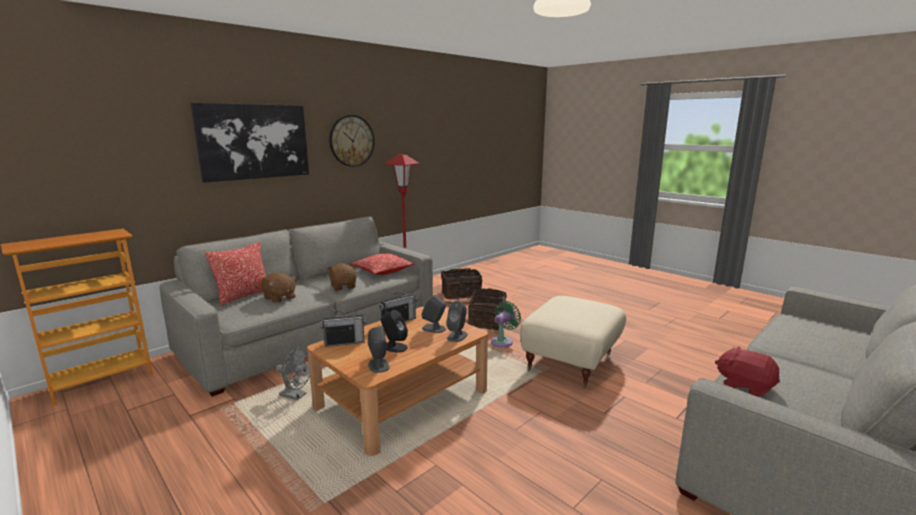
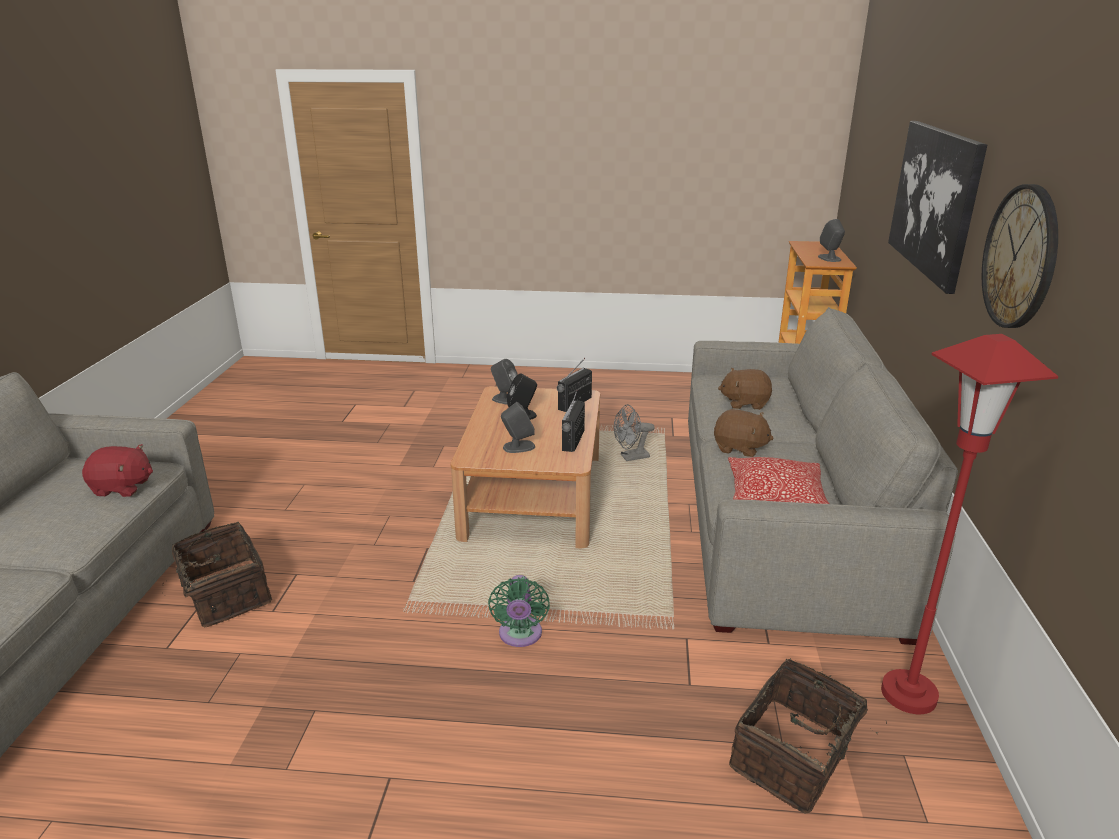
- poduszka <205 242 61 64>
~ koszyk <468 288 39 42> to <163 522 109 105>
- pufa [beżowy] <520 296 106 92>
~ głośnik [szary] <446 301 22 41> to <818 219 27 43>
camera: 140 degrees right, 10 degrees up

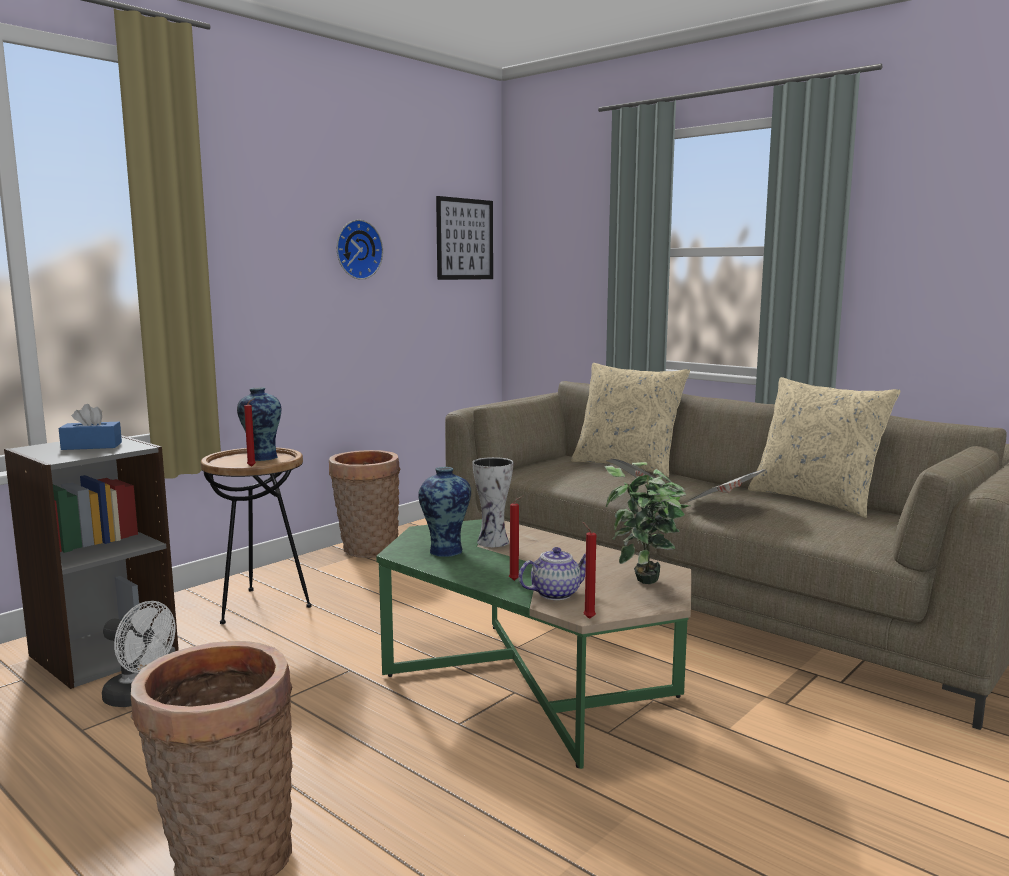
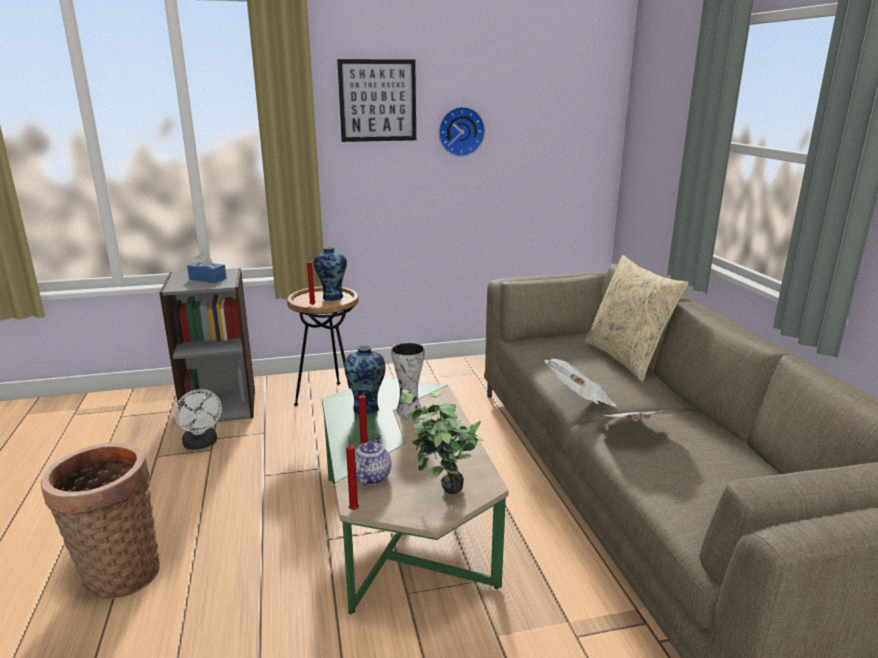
~ obraz <436 196 57 84> to <337 59 79 83>
- poduszka [beżowy] <748 377 153 141>
- koszyk <329 450 72 108>
~ imbryk <518 547 68 53> = <355 435 36 50> 90 degrees counterclockwise
camera: 35 degrees right, 10 degrees up

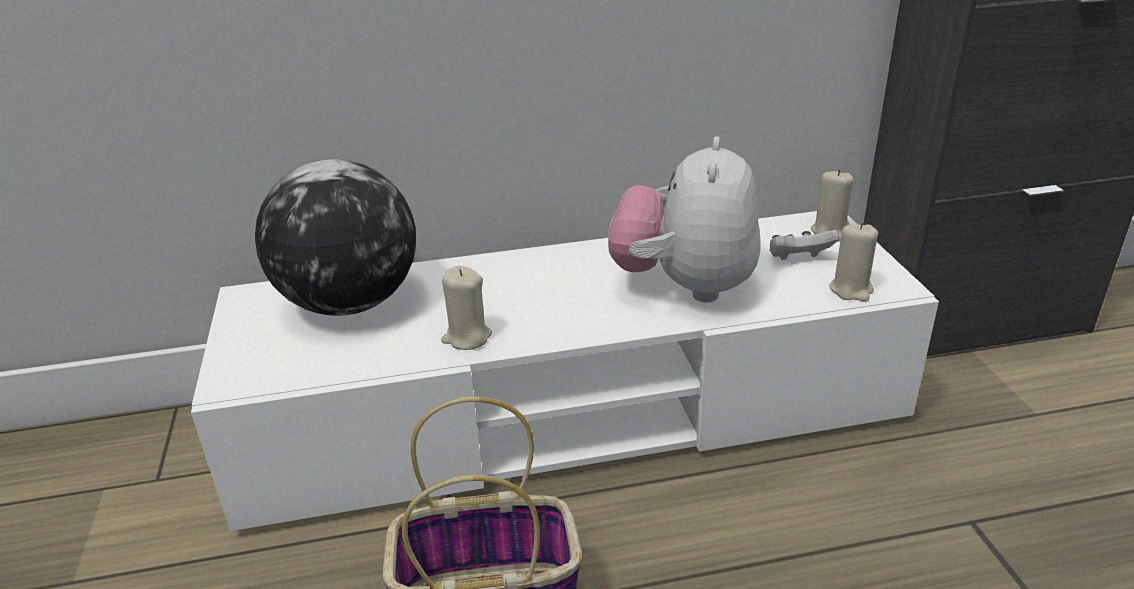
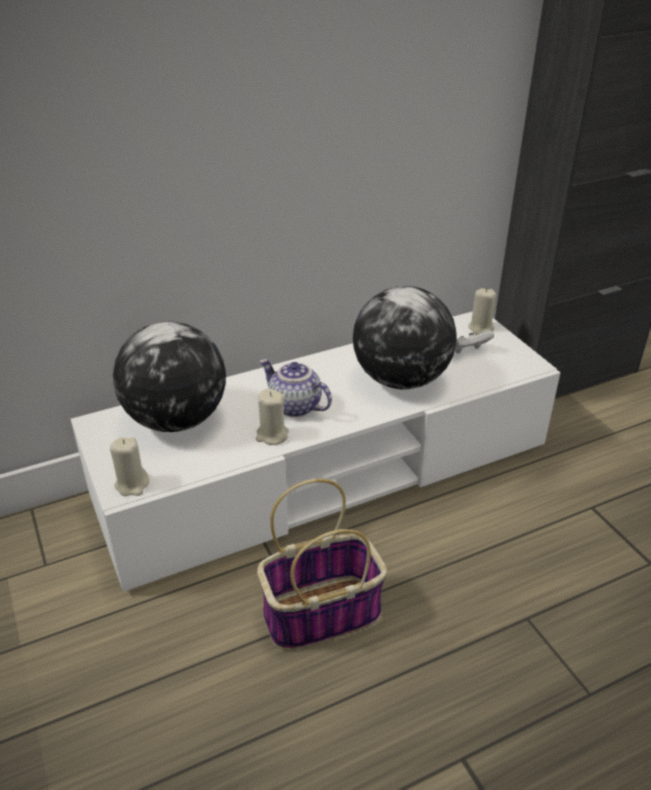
~ pluszak <608 137 153 166> to globus <353 286 104 104>
~ świeca [beżowy] <829 223 49 78> to <110 437 39 59>
+ imbryk <260 359 72 58>
camera: 15 degrees left, 5 degrees up

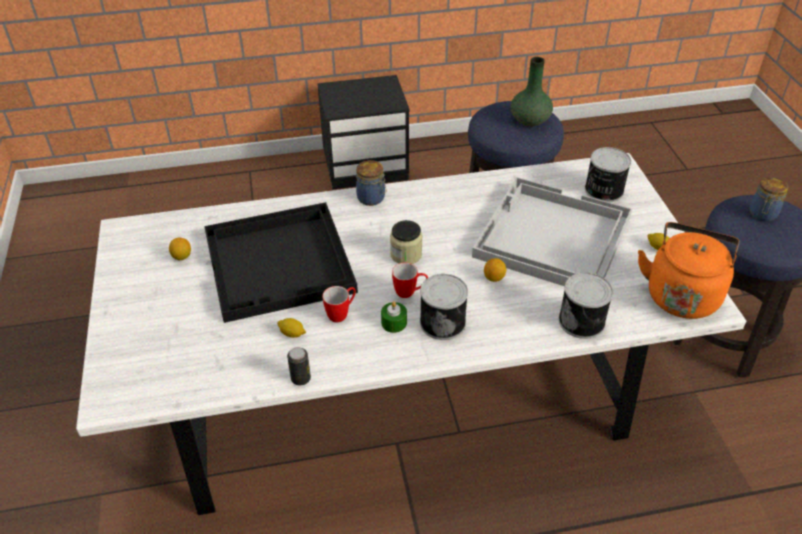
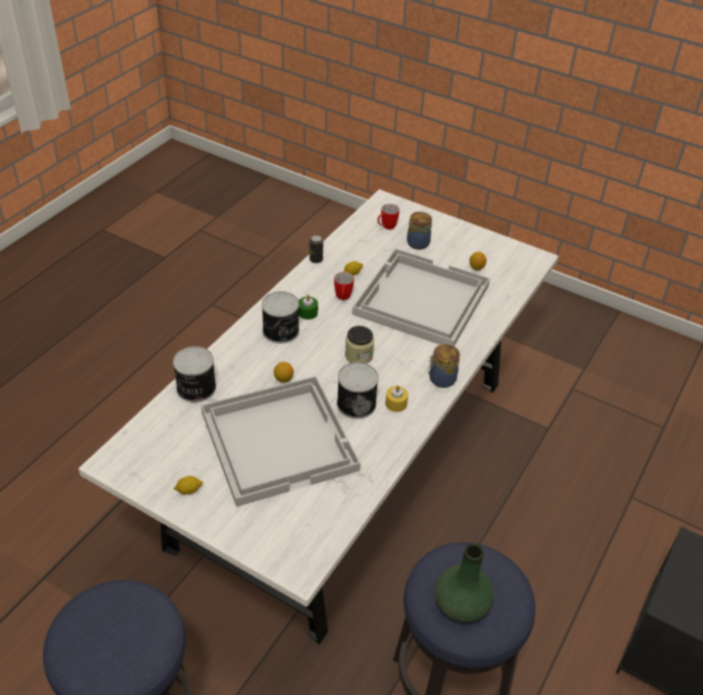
~ puszka <585 147 46 55> to <337 362 42 57>
~ słoik <750 177 38 45> to <407 212 25 38>
~ taca [czarny] <204 202 154 121> to taca [biały] <352 248 138 98>
- czajnik [pomarańczowy] <638 222 102 97>
~ kubek <392 263 36 35> to <377 204 23 26>
+ świeca [żółty] <385 385 23 27>
camera: 130 degrees right, 0 degrees up

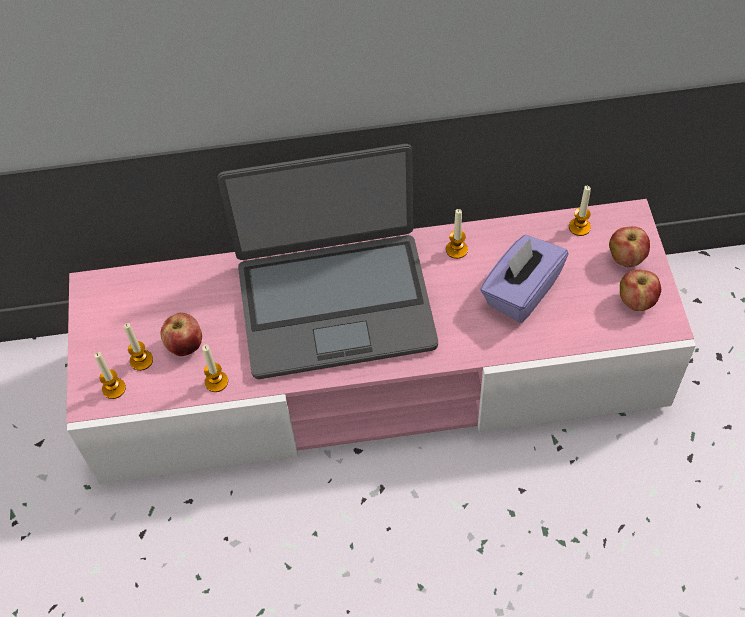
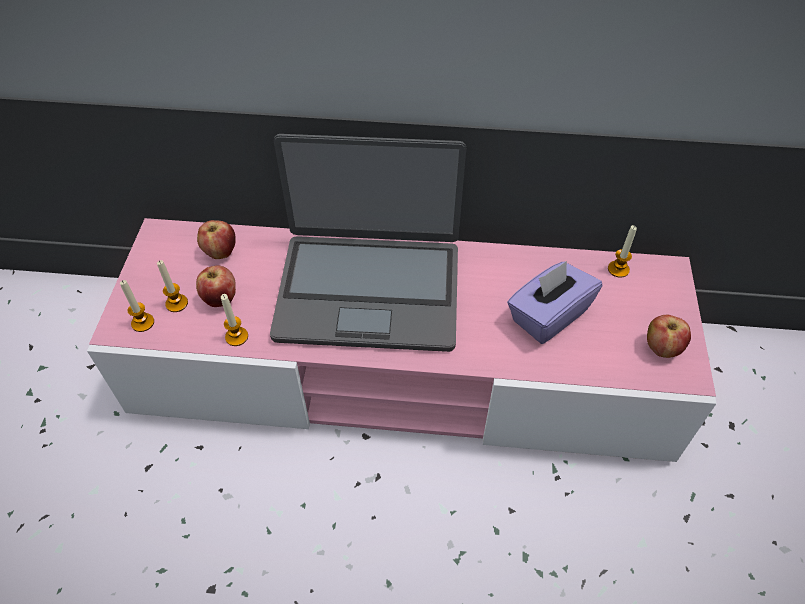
- świeca <446 209 22 50>
~ jabłko <609 226 41 41> to <197 220 39 39>
camera: 10 degrees right, 5 degrees down

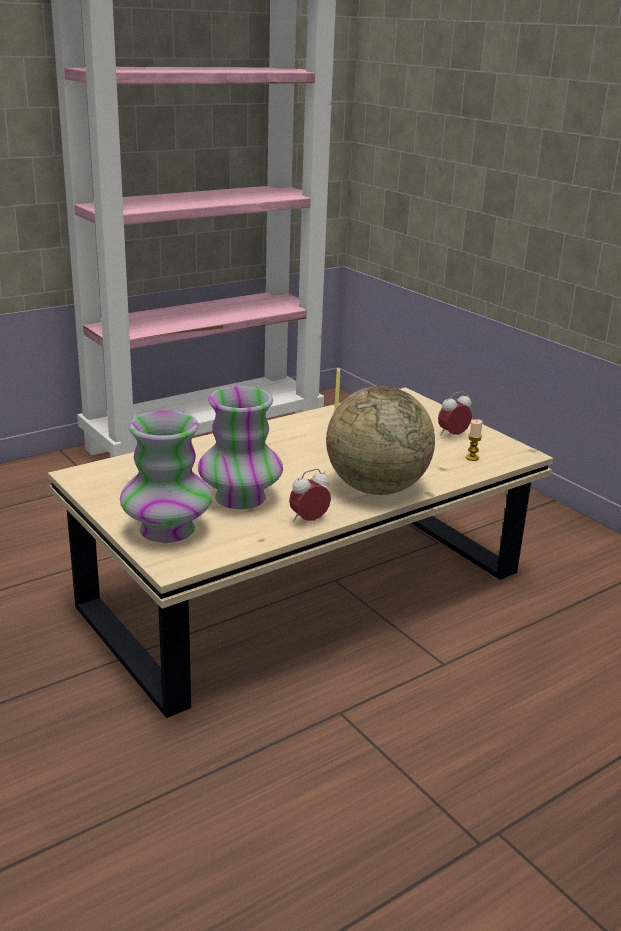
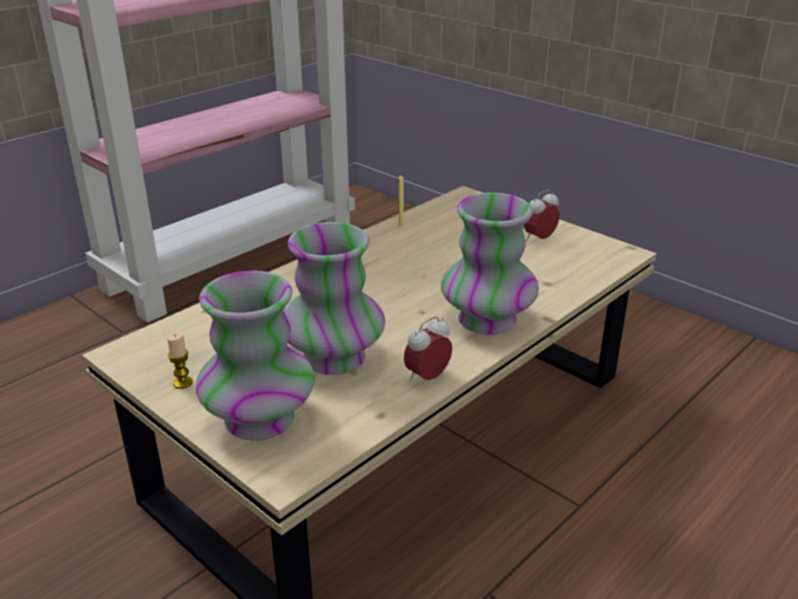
~ globus <326 386 109 109> to wazon <441 192 98 143>
~ świeca <466 419 17 42> to <167 331 26 58>
camera: 10 degrees left, 5 degrees up

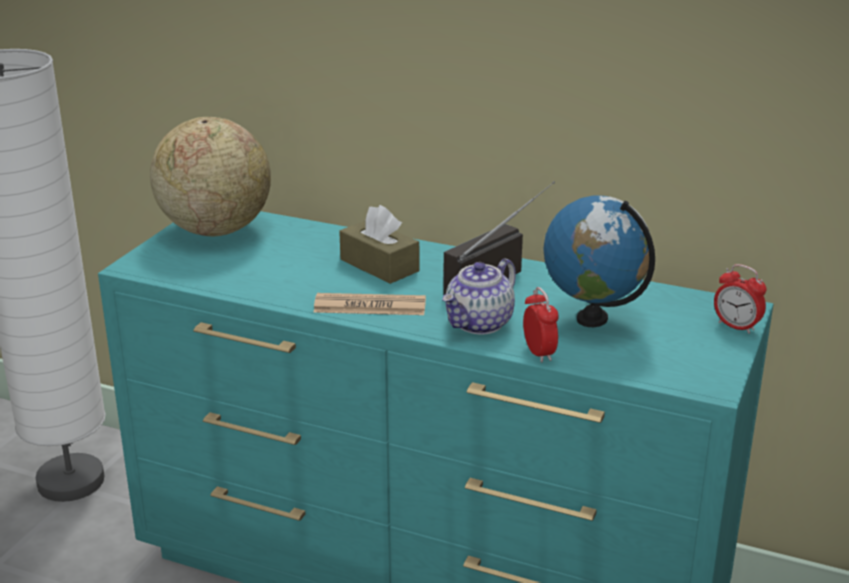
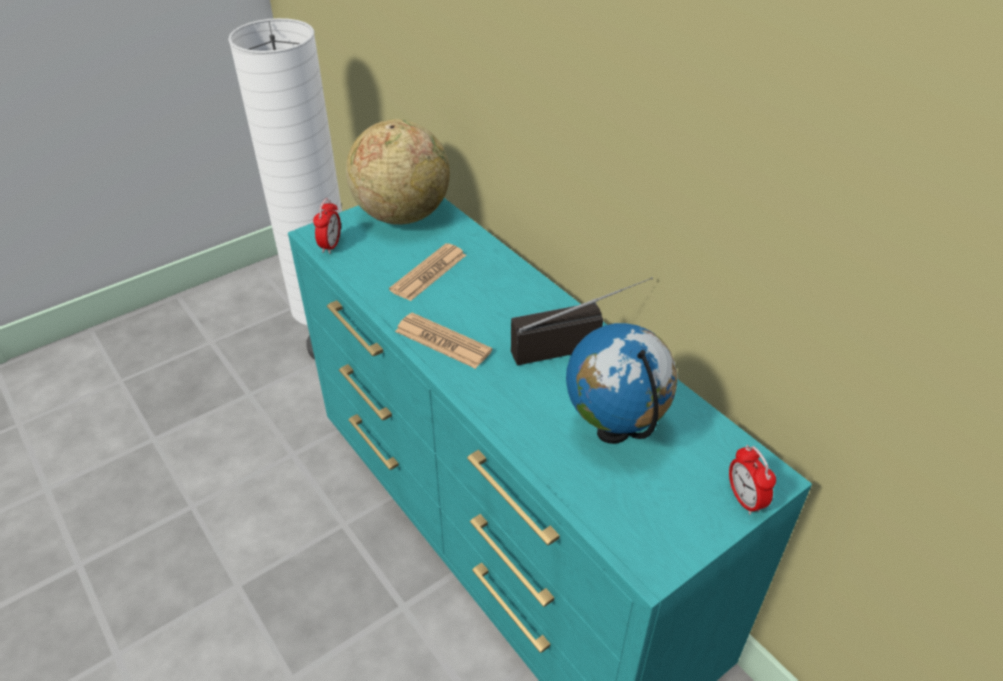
- pudełko chusteczek [brązowy] <339 205 80 79>
- imbryk <442 258 74 77>
~ budzik <523 287 36 76> to <313 199 28 55>
+ gazeta <389 243 77 58>
camera: 30 degrees right, 15 degrees up

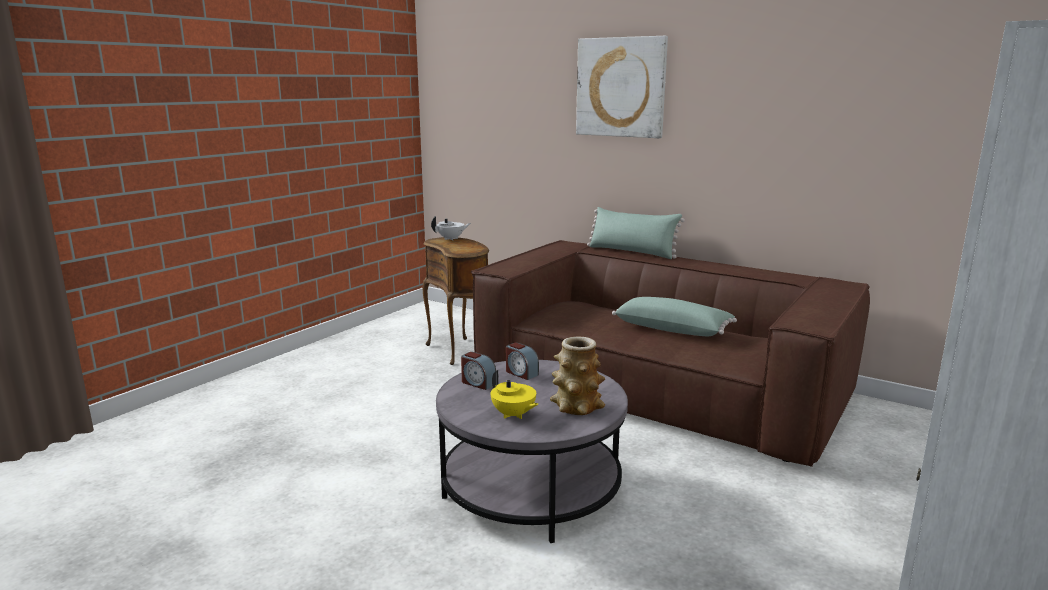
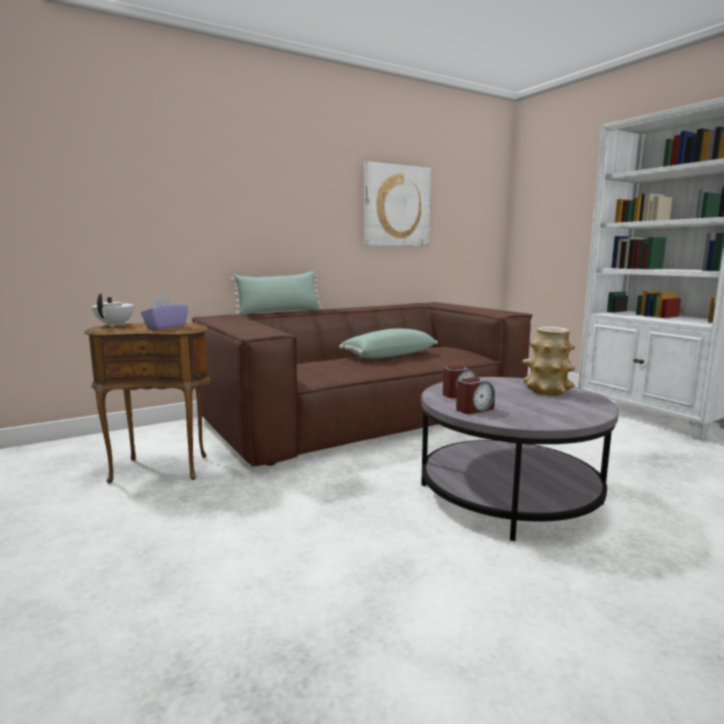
~ obraz <576 36 92 102> to <364 161 67 85>
- imbryk [żółty] <490 370 49 49>
+ pudełko chusteczek [fioletowy] <141 296 47 33>
camera: 65 degrees left, 5 degrees down

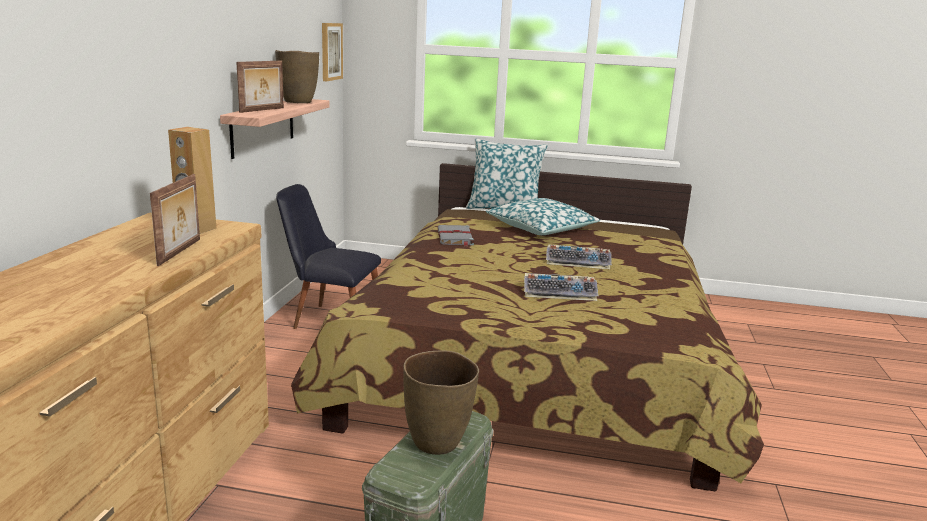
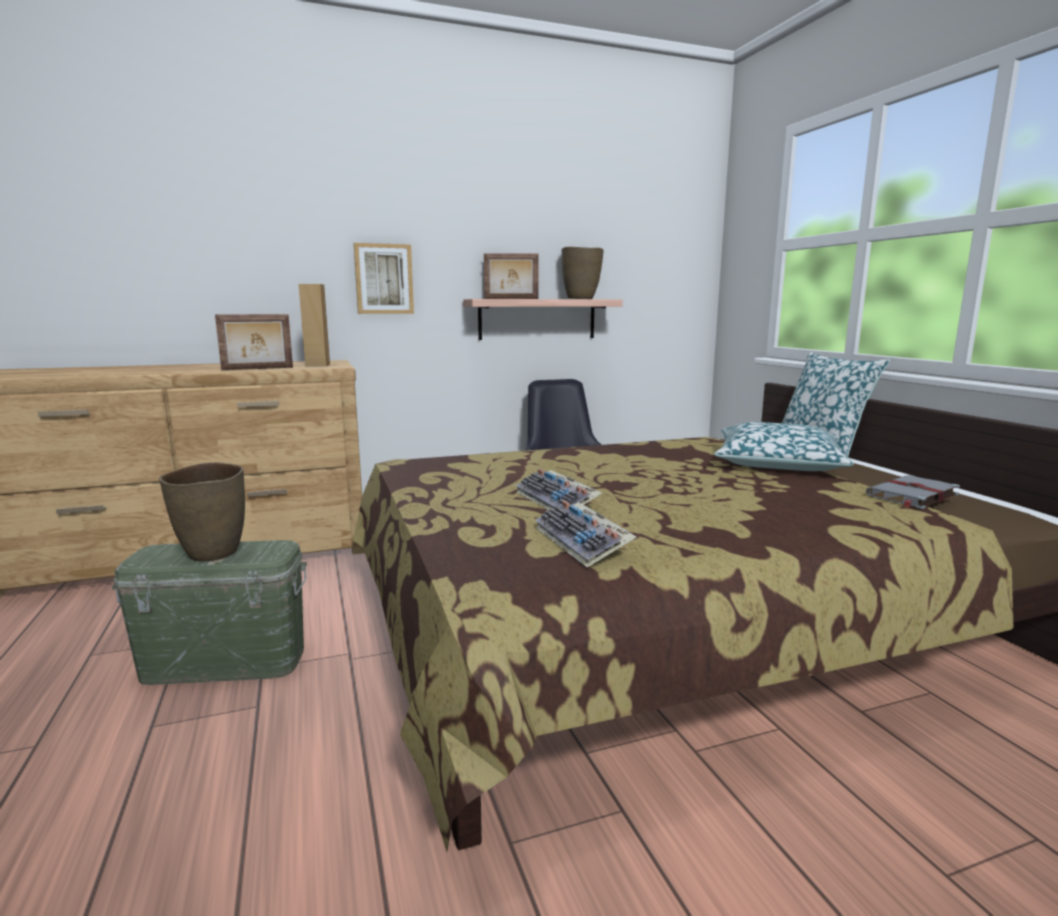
~ obraz <322 23 21 58> to <354 243 60 71>
~ książka [szary] <438 225 36 22> to <866 475 94 34>
~ klawiatura <546 244 66 25> to <536 500 100 67>
camera: 60 degrees right, 5 degrees down

